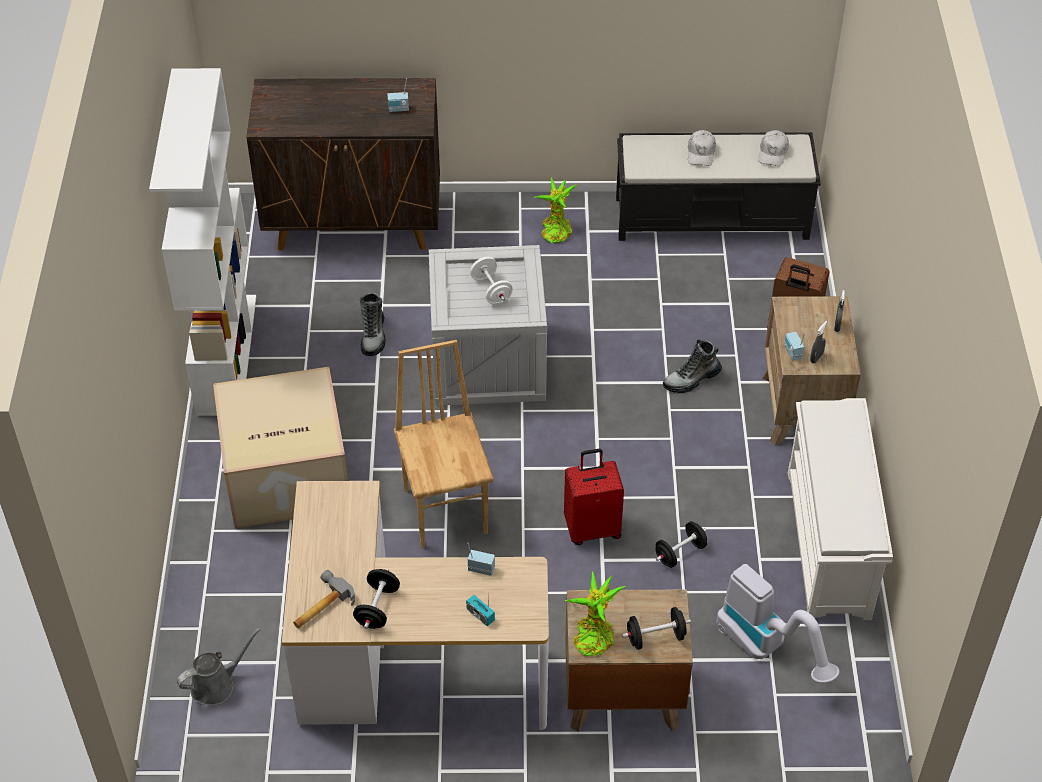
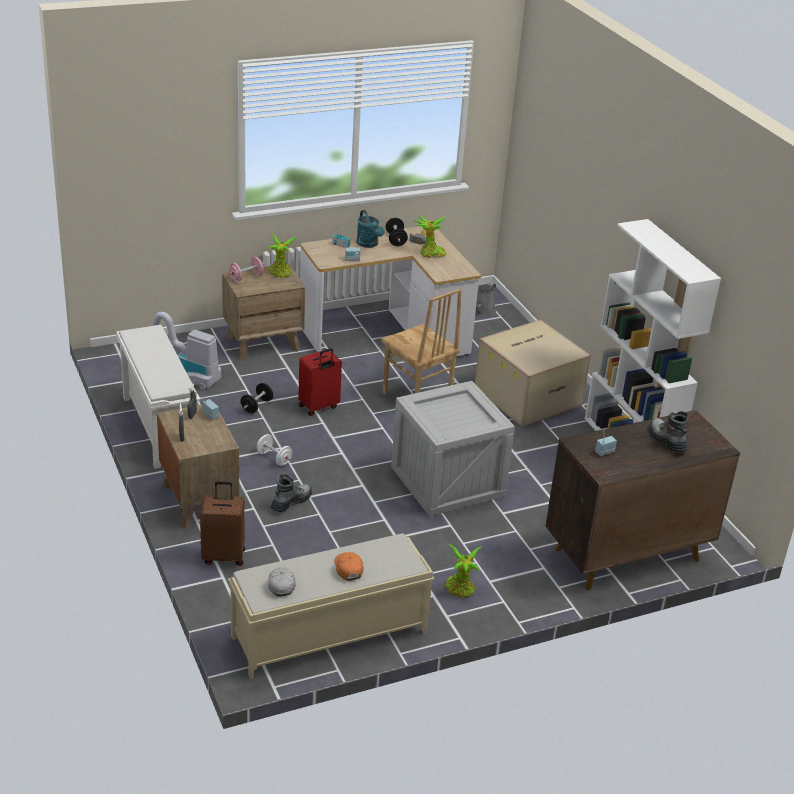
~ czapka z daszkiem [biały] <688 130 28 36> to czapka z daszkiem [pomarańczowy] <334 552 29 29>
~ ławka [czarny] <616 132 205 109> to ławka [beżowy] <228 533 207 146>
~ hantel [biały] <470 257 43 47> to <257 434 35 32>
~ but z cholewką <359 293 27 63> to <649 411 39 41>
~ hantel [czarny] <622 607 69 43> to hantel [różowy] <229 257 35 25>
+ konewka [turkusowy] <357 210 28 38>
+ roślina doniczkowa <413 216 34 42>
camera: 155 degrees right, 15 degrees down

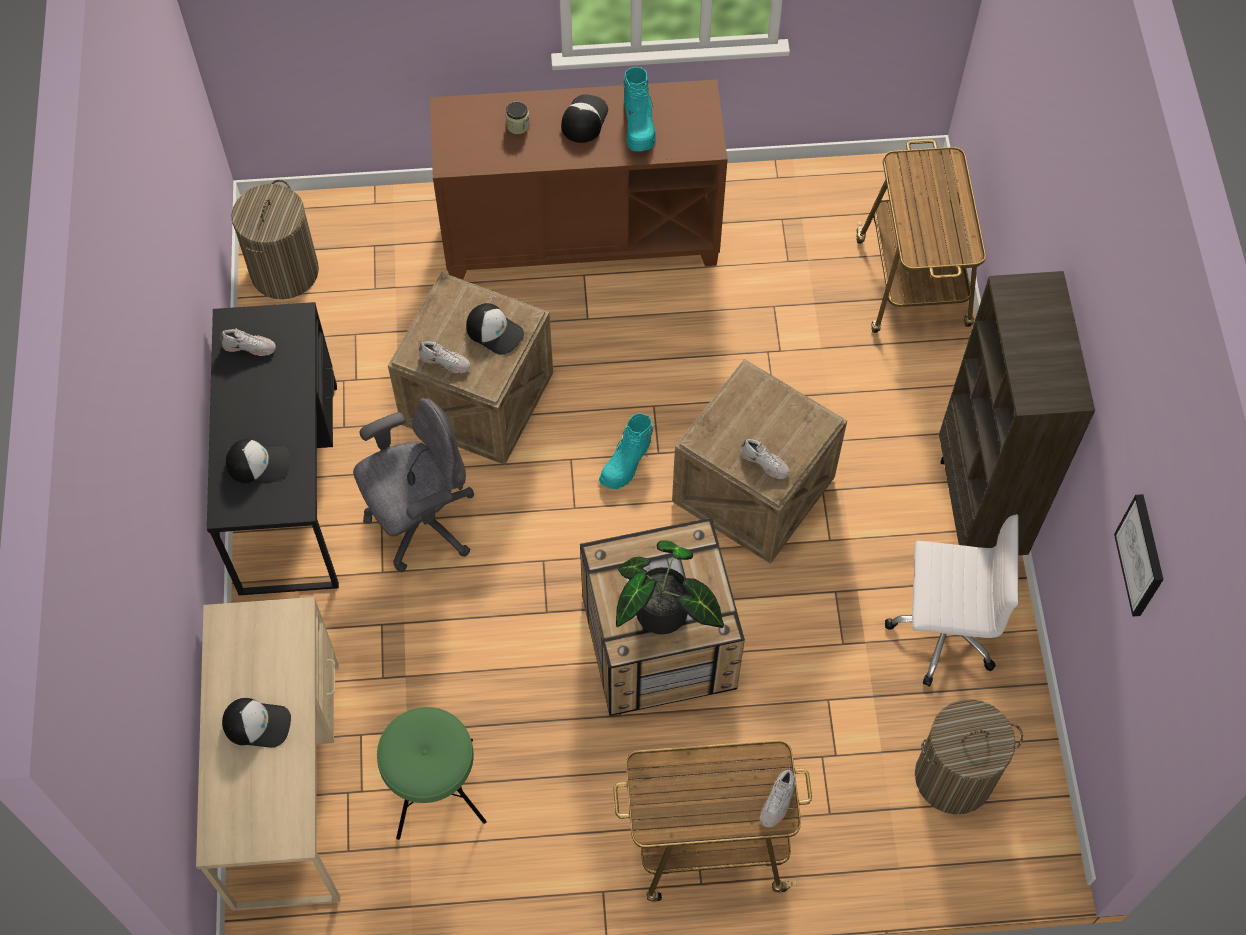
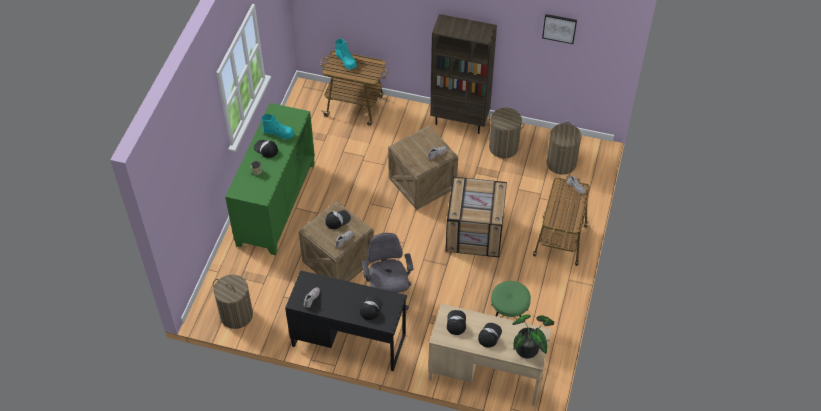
~ szafka [brązowy] <430 79 298 201> to szafka [zielony] <225 103 90 152>
~ but z cholewką [turkusowy] <599 414 56 75> to <335 39 22 31>
~ krzesło biurowe [biały] <885 514 134 173> to kosz na pranie <489 108 36 50>
~ roślina doniczkowa <616 540 108 94> to <512 315 42 43>
+ czapka z daszkiem <447 310 19 25>
camera: 70 degrees left, 10 degrees down

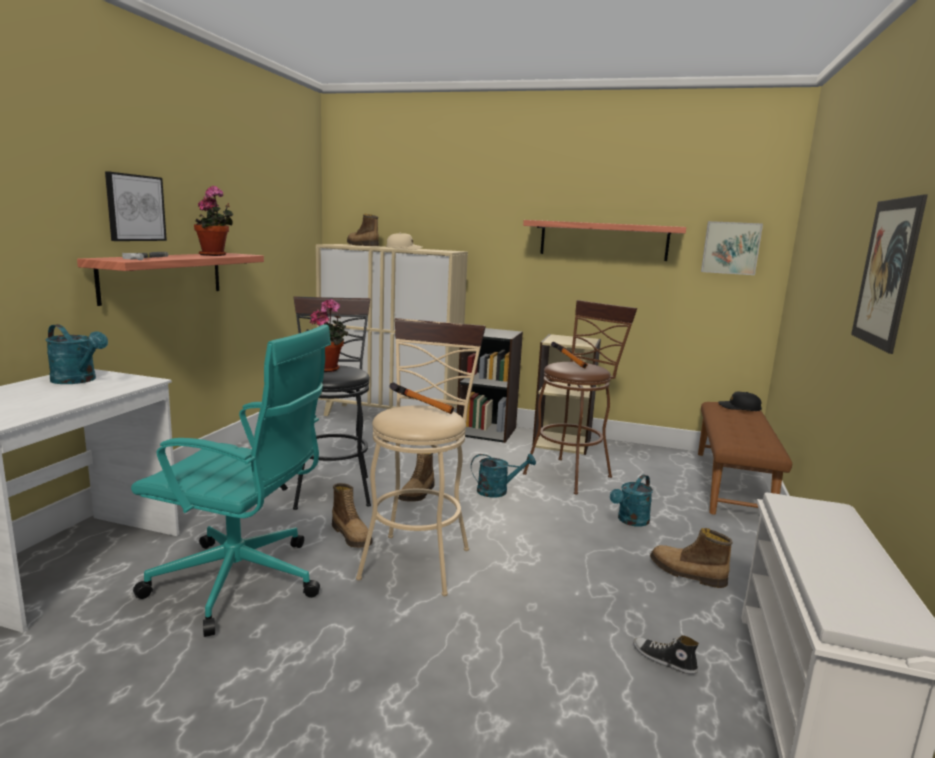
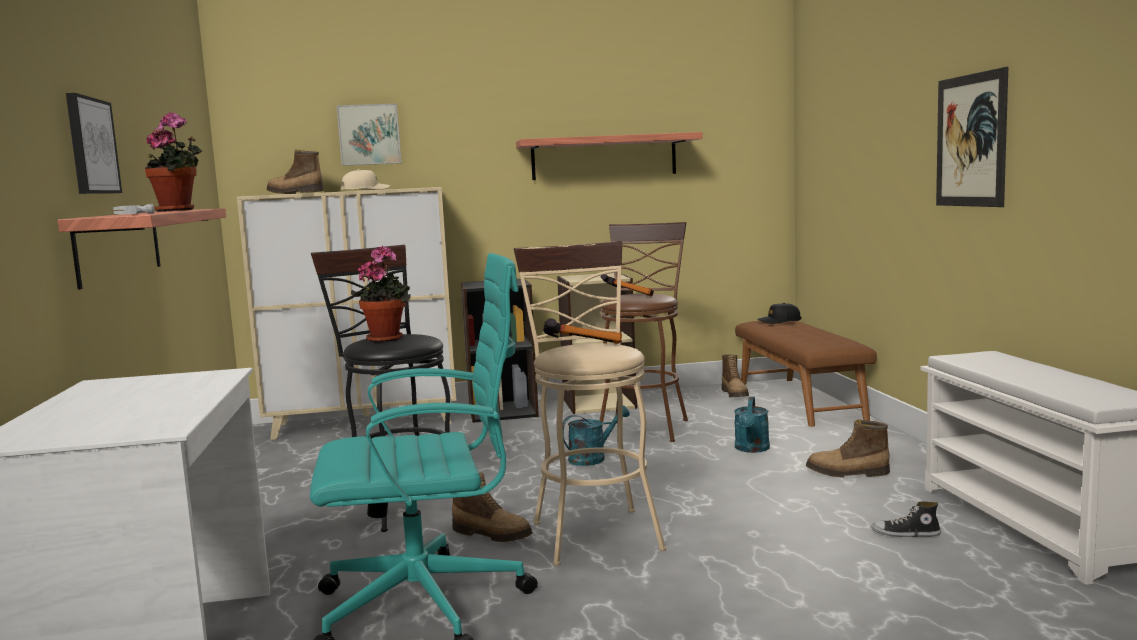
~ obraz <701 221 62 54> to <336 104 65 62>
- konewka [turkusowy] <45 324 63 60>
~ but z cholewką <398 453 36 48> to <722 354 27 43>
camera: 25 degrees left, 5 degrees down

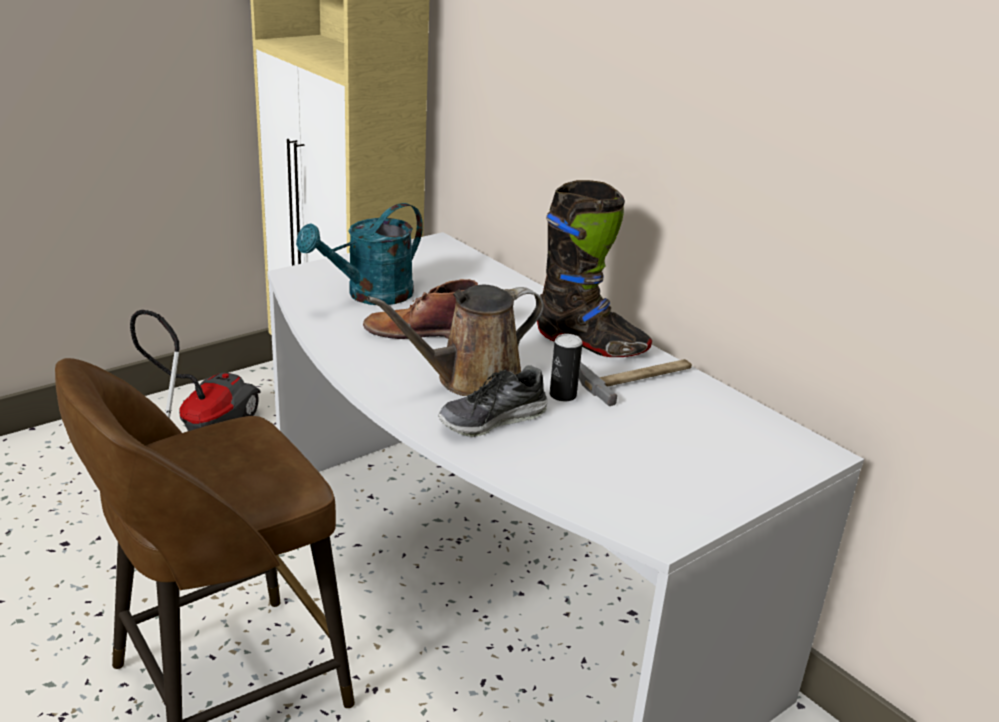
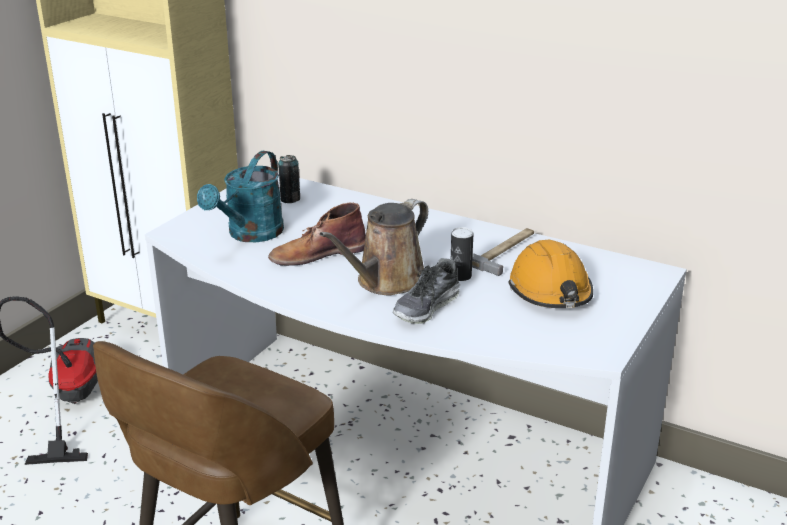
- but z cholewką [czarny] <537 180 115 177>
+ puszka <278 155 22 48>
+ kask [pomarańczowy] <508 240 85 68>
camera: 20 degrees left, 0 degrees up

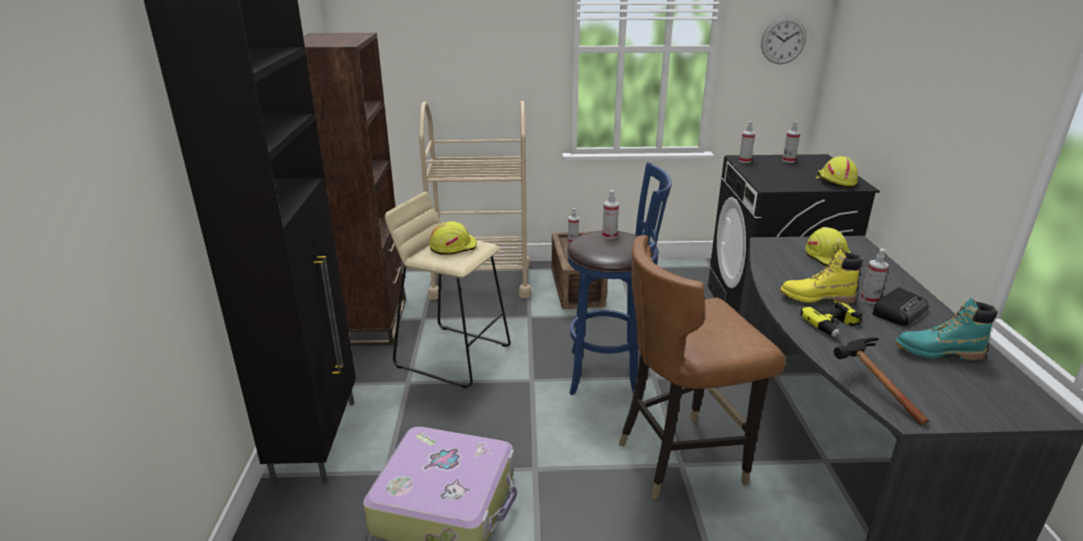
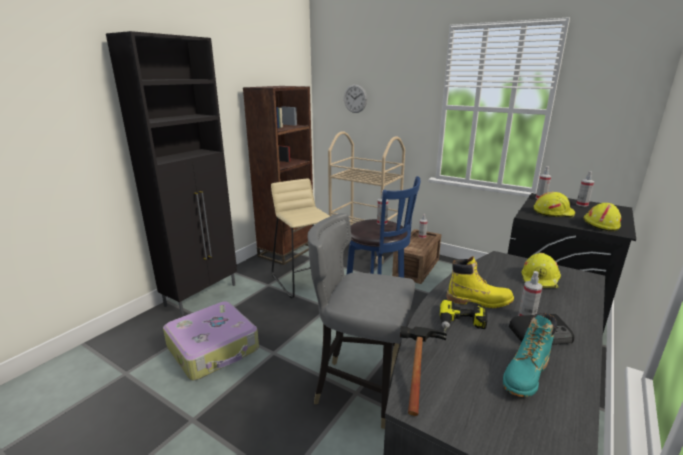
~ zegar ścienny <761 17 45 47> to <344 84 23 29>
~ kask [żółty] <429 221 48 34> to <534 192 41 26>
~ krzesło [brązowy] <619 235 166 265> to krzesło [szary] <307 213 108 216>
~ but z cholewką [żółty] <780 249 83 55> = <446 256 68 52> 150 degrees clockwise
~ but z cholewką [turkusowy] <895 298 103 63> = <503 313 54 84> 90 degrees counterclockwise
camera: 35 degrees right, 5 degrees down

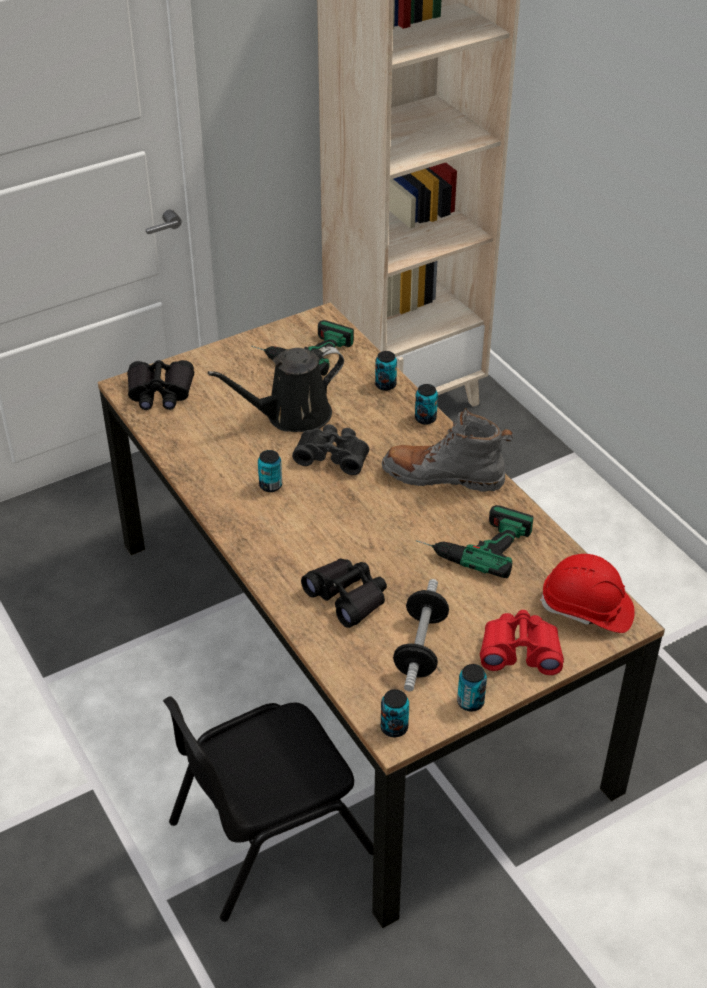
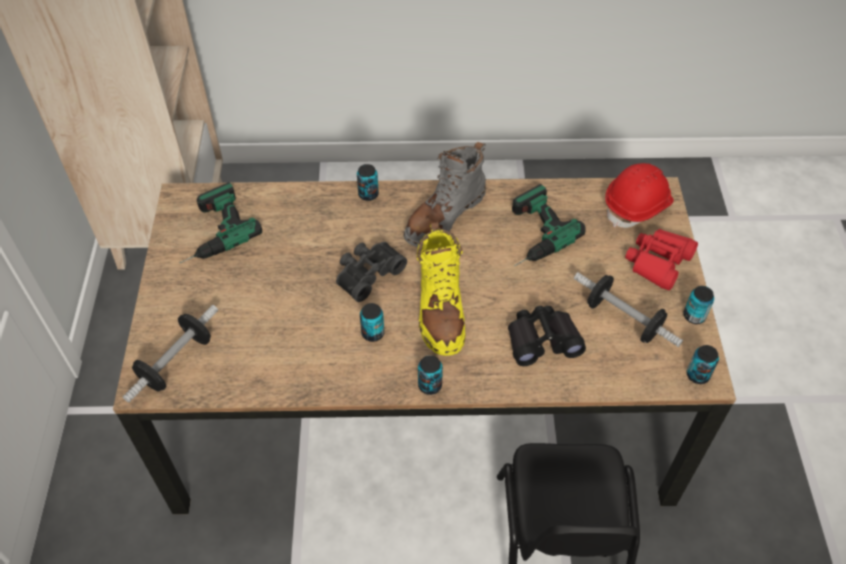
- konewka [czarny] <208 347 136 85>
~ puszka <375 351 22 40> to <418 355 25 40>
~ lornetka [czarny] <127 360 67 50> to hantel <123 305 95 98>
+ but z cholewką [żółty] <416 221 49 135>
camera: 60 degrees left, 10 degrees up

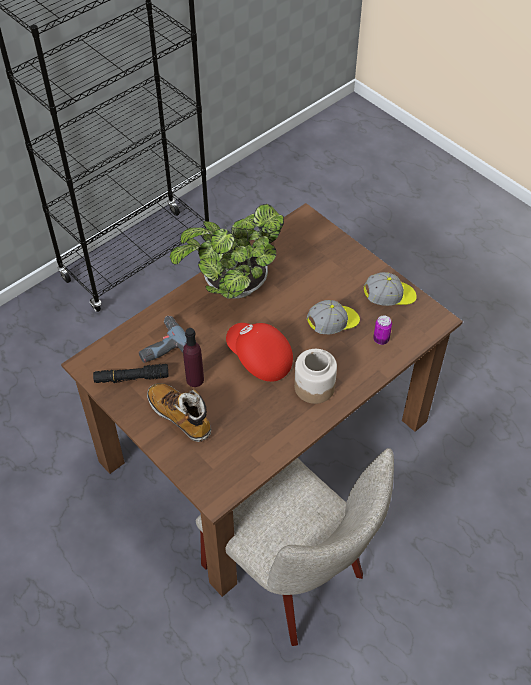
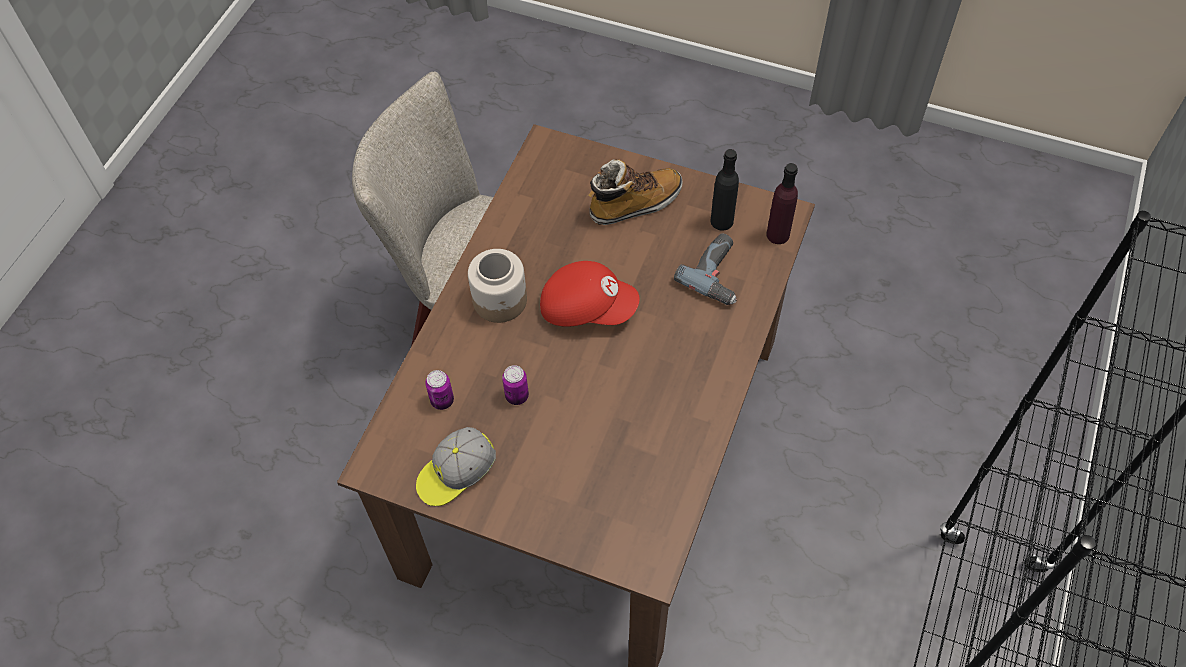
- roślina doniczkowa <170 204 114 95>
~ czapka z daszkiem <307 300 53 34> to puszka <502 365 27 40>
~ butelka [fioletowy] <183 328 21 59> to <766 163 32 81>
~ latarka [czarny] <93 364 76 19> to butelka [czarny] <711 149 28 82>
~ but z cholewką <147 383 64 59> = <588 159 95 66> 45 degrees counterclockwise
camera: 155 degrees right, 5 degrees up

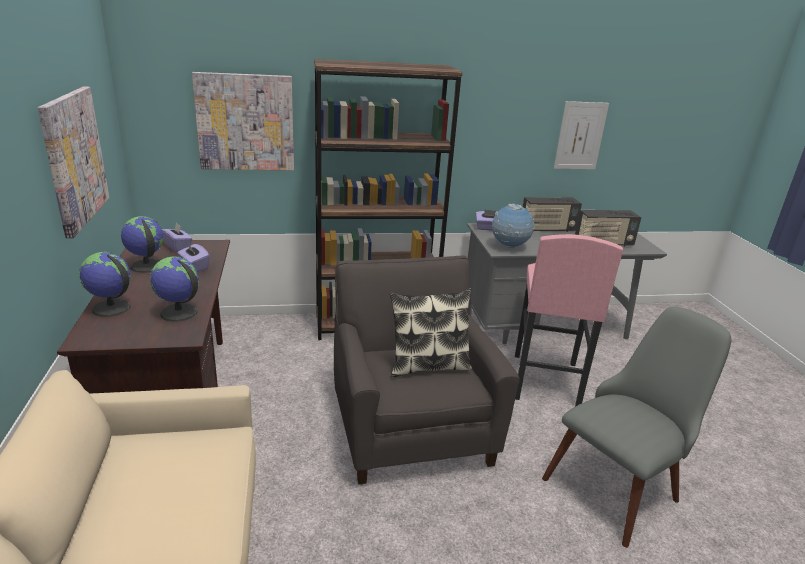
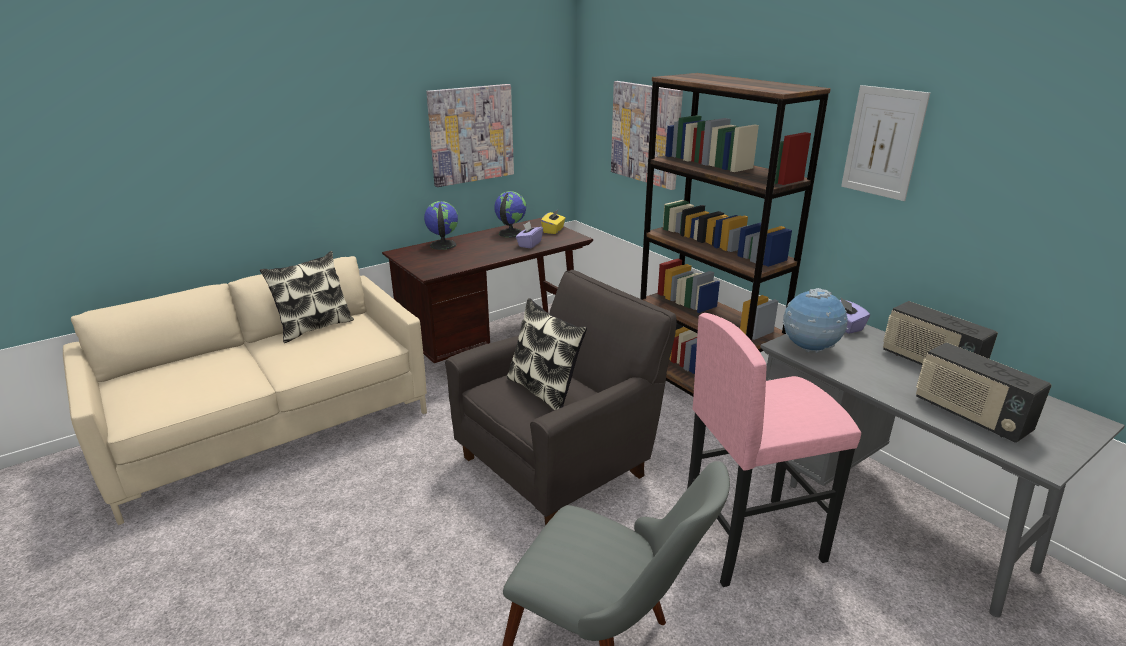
~ obraz <554 101 55 68> to <841 85 89 116>
~ pudełko chusteczek [fioletowy] <162 223 30 29> to pudełko chusteczek [żółty] <541 209 24 25>
- globus <150 256 49 66>
+ poduszka <260 251 94 92>
camera: 65 degrees right, 0 degrees up

